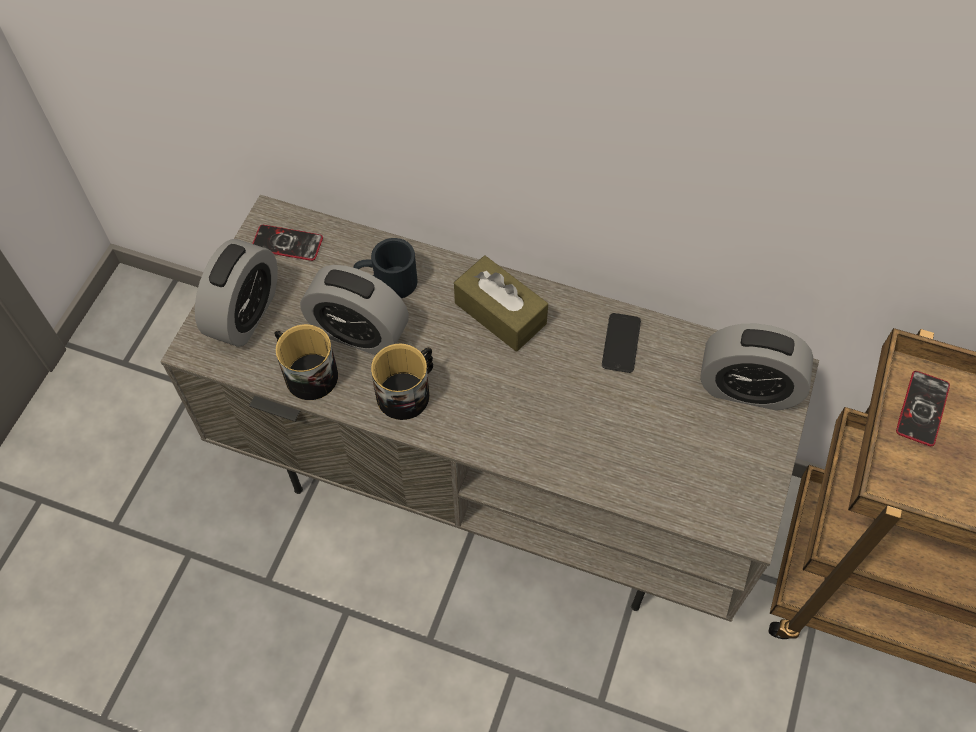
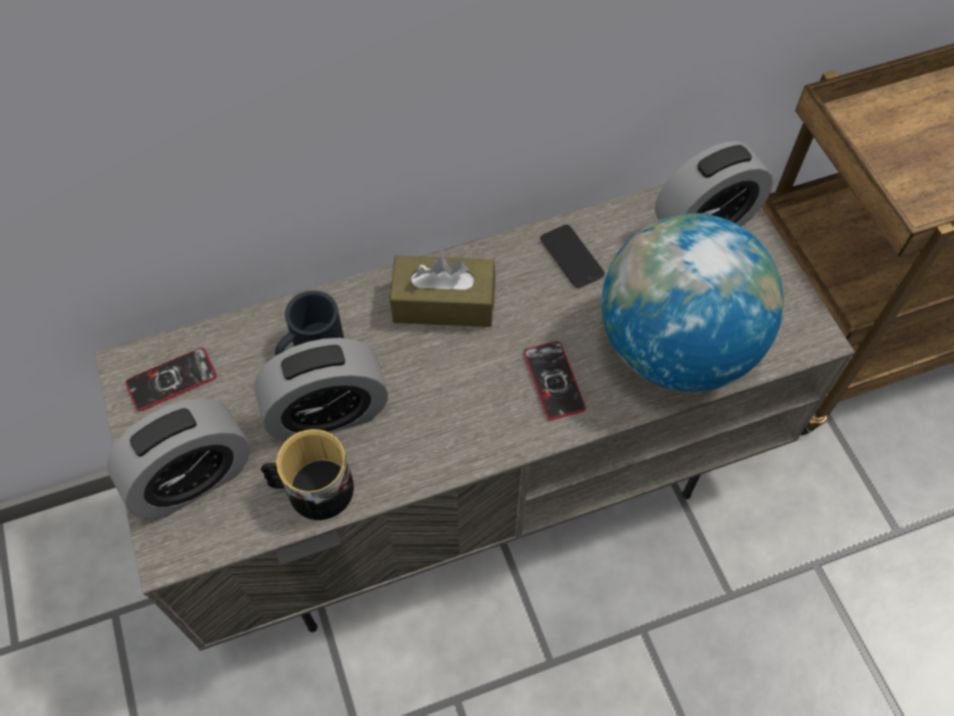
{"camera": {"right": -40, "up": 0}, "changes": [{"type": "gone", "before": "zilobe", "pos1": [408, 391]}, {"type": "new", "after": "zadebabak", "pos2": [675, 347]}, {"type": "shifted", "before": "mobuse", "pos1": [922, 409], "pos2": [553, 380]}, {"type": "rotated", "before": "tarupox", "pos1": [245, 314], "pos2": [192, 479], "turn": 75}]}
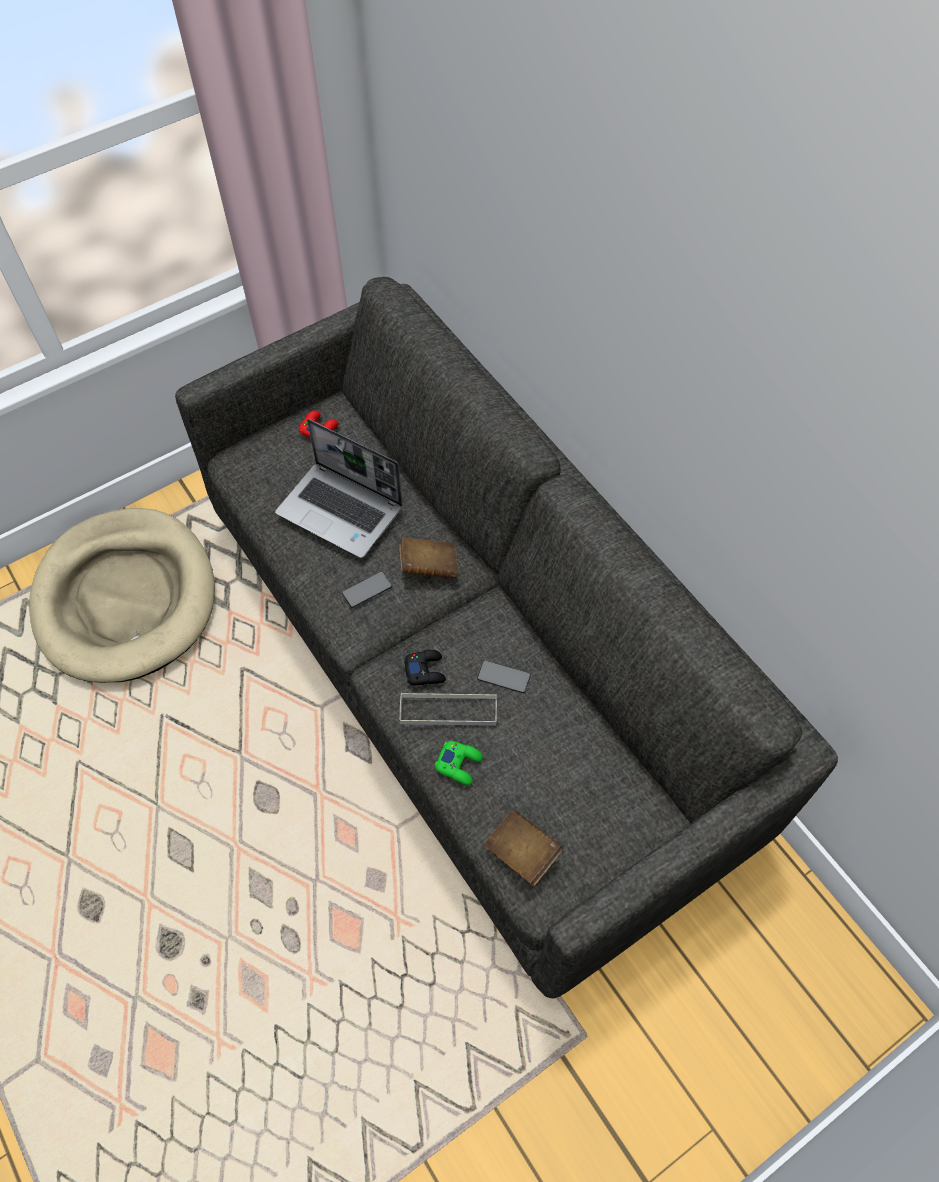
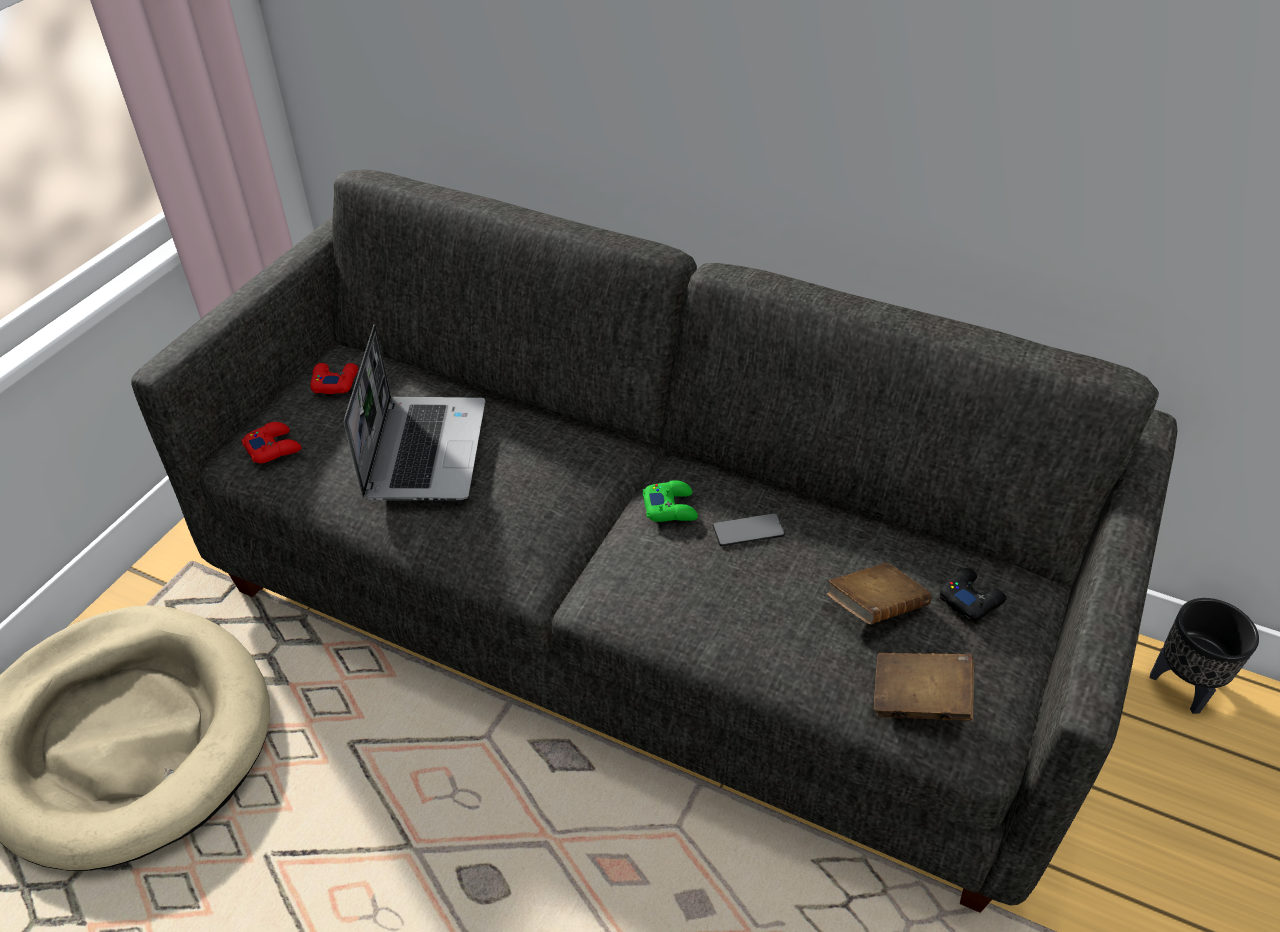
{"camera": {"right": -30, "up": -15}, "changes": [{"type": "gone", "before": "mobuse", "pos1": [367, 590]}, {"type": "gone", "before": "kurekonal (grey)", "pos1": [448, 711]}, {"type": "new", "after": "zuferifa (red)", "pos2": [273, 447]}, {"type": "new", "after": "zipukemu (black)", "pos2": [1183, 686]}, {"type": "shifted", "before": "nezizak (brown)", "pos1": [429, 566], "pos2": [875, 608]}, {"type": "shifted", "before": "zuferifa (black)", "pos1": [425, 670], "pos2": [970, 599]}, {"type": "shifted", "before": "zuferifa (green)", "pos1": [459, 764], "pos2": [670, 507]}, {"type": "rotated", "before": "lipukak", "pos1": [342, 511], "pos2": [424, 449], "turn": -90}]}
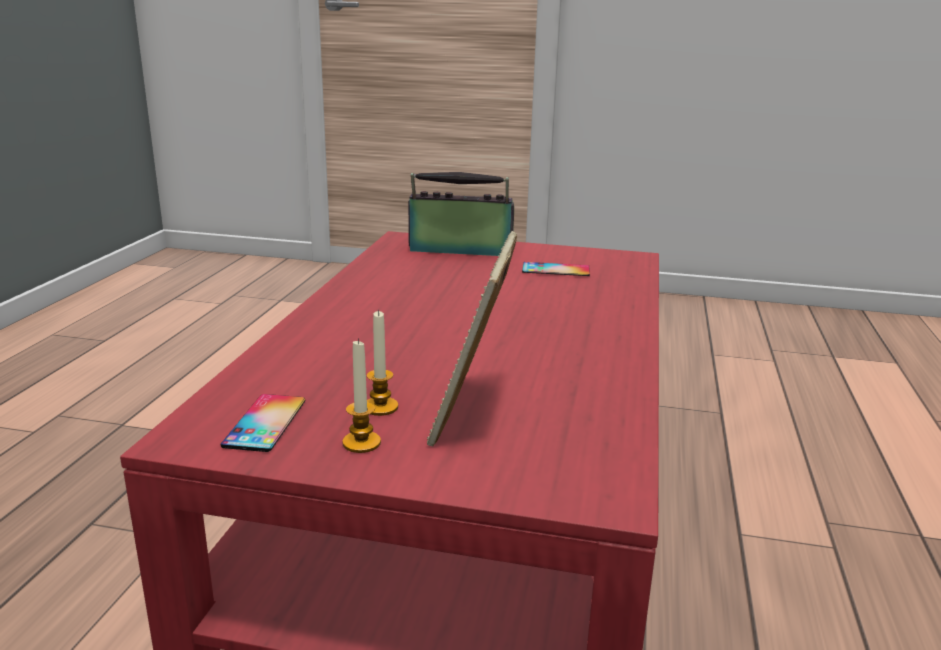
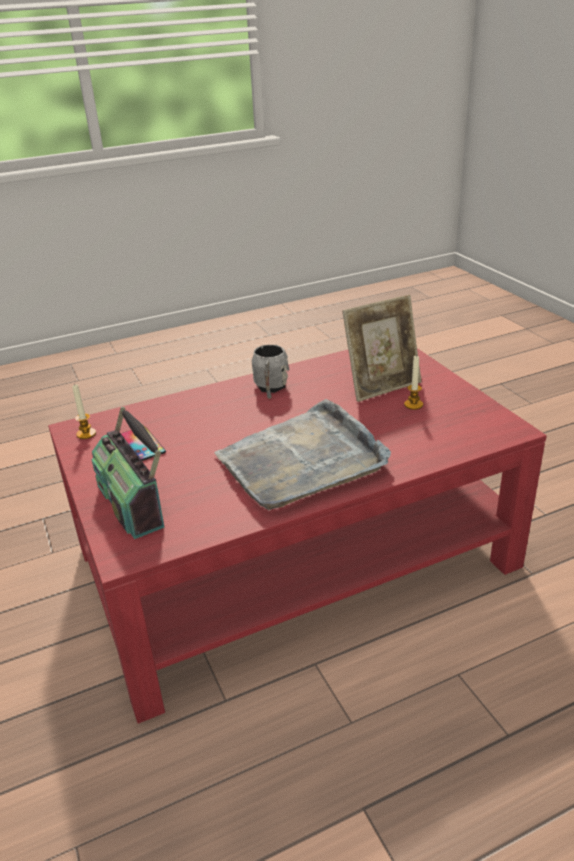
{"camera": {"right": -125, "up": 10}, "changes": [{"type": "gone", "before": "mobuse", "pos1": [265, 423]}, {"type": "new", "after": "kurekonal (grey)", "pos2": [302, 460]}, {"type": "new", "after": "zilobe (grey)", "pos2": [270, 389]}, {"type": "shifted", "before": "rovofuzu", "pos1": [361, 443], "pos2": [86, 434]}]}
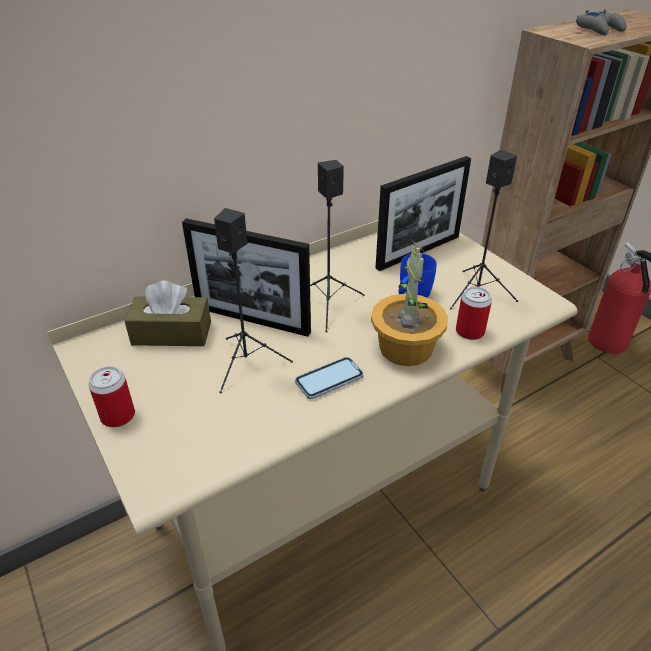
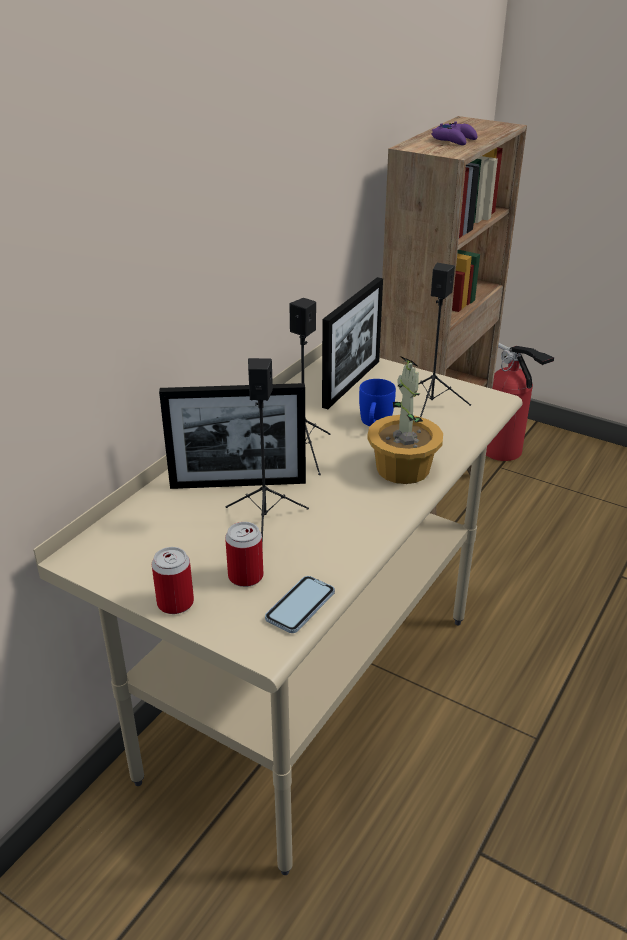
{"camera": {"right": -25, "up": -5}, "changes": [{"type": "gone", "before": "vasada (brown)", "pos1": [172, 333]}, {"type": "shifted", "before": "mobuse", "pos1": [329, 379], "pos2": [300, 606]}, {"type": "shifted", "before": "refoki", "pos1": [469, 331], "pos2": [245, 576]}, {"type": "repainted", "before": "zuferifa (grey)", "after": "zuferifa (purple)", "pos1": [599, 29], "pos2": [454, 140]}]}
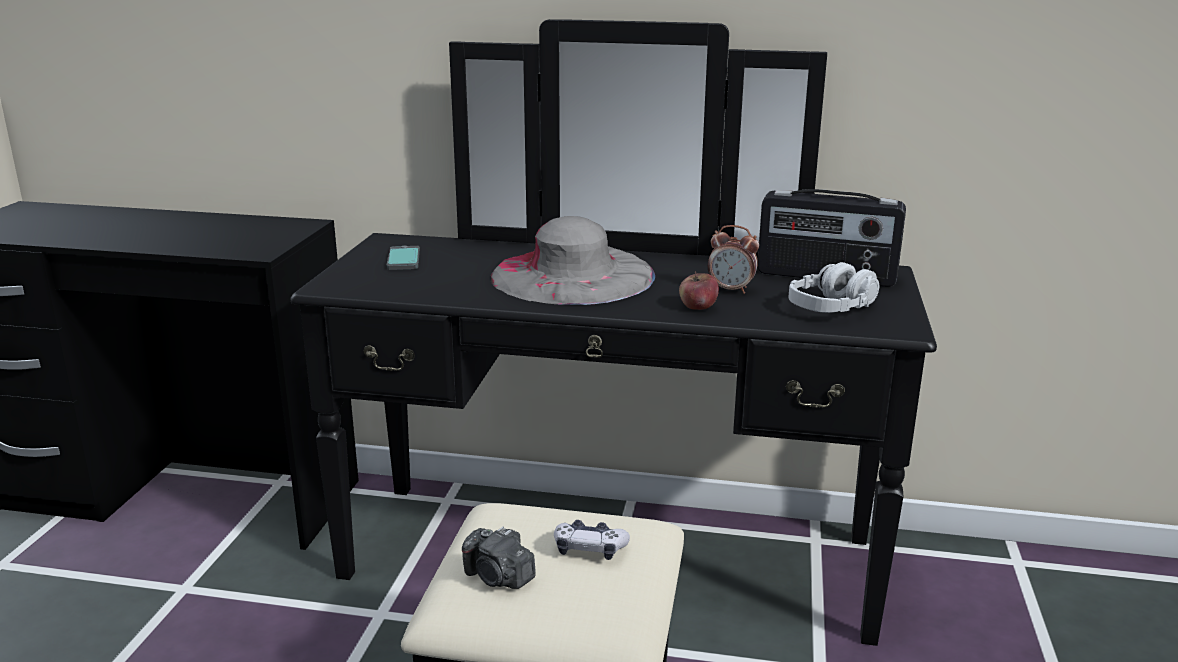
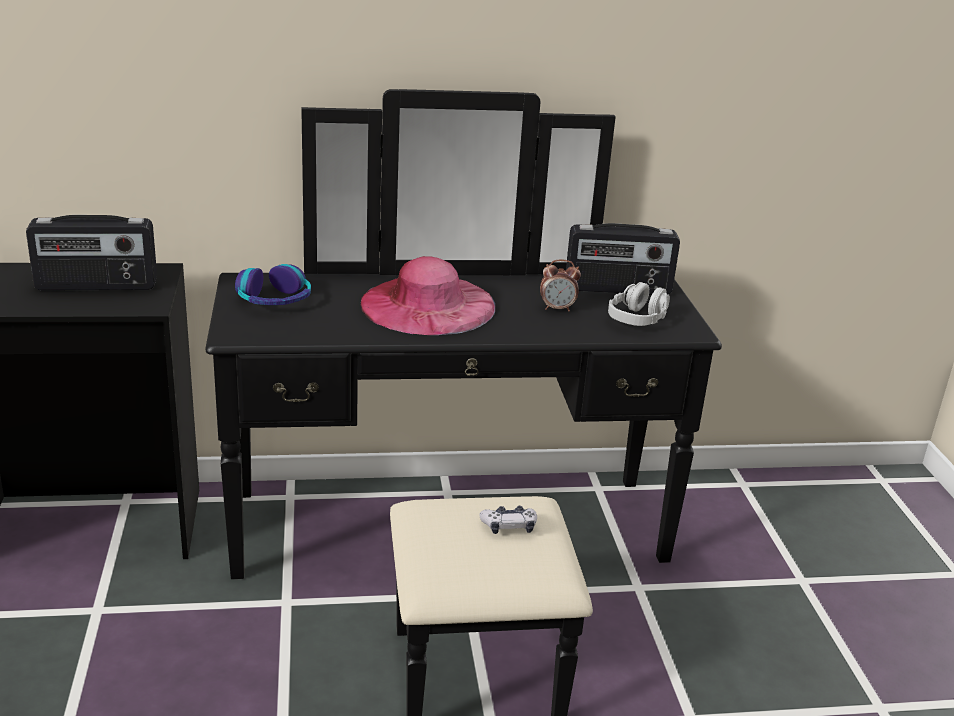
{"camera": {"right": -20, "up": 5}, "changes": [{"type": "gone", "before": "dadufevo", "pos1": [498, 577]}, {"type": "gone", "before": "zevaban", "pos1": [697, 307]}, {"type": "new", "after": "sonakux", "pos2": [96, 286]}, {"type": "swapped", "before": "mobuse", "after": "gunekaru", "pos1": [403, 259], "pos2": [274, 300]}, {"type": "repainted", "before": "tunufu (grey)", "after": "tunufu (pink)", "pos1": [572, 275], "pos2": [427, 305]}]}
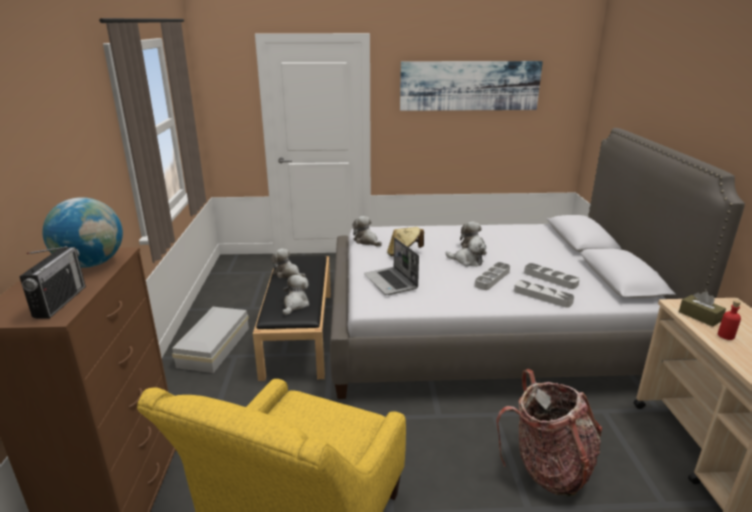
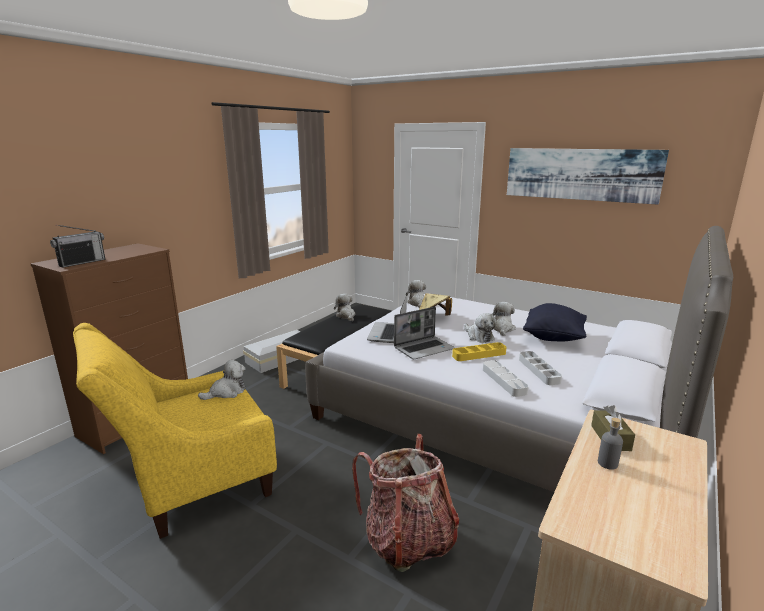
{"camera": {"right": 35, "up": -5}, "changes": [{"type": "gone", "before": "zadebabak", "pos1": [91, 264]}, {"type": "new", "after": "lipukak", "pos2": [424, 348]}, {"type": "new", "after": "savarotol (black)", "pos2": [553, 338]}, {"type": "shifted", "before": "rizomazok", "pos1": [295, 304], "pos2": [226, 392]}, {"type": "repainted", "before": "kurekonal (grey)", "after": "kurekonal (yellow)", "pos1": [492, 278], "pos2": [479, 354]}, {"type": "repainted", "before": "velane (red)", "after": "velane (grey)", "pos1": [725, 336], "pos2": [607, 463]}]}
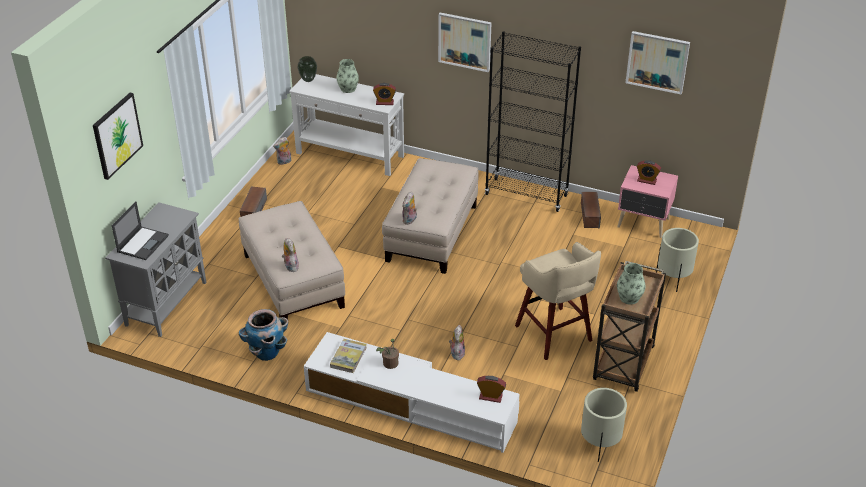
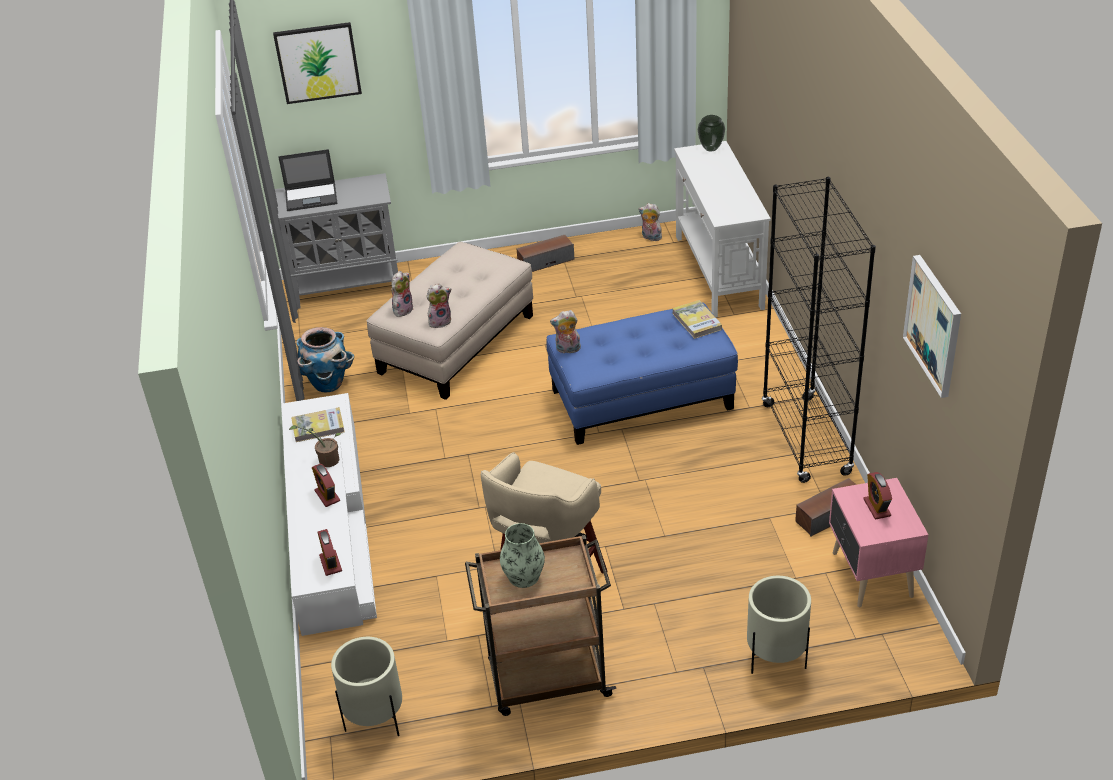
{"camera": {"right": 60, "up": 0}, "changes": [{"type": "gone", "before": "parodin", "pos1": [348, 89]}, {"type": "gone", "before": "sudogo", "pos1": [465, 41]}, {"type": "new", "after": "nezizak", "pos2": [696, 321]}, {"type": "shifted", "before": "tarupox", "pos1": [384, 102], "pos2": [327, 496]}, {"type": "shifted", "before": "rizomazok", "pos1": [456, 353], "pos2": [440, 321]}, {"type": "repainted", "before": "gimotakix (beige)", "after": "gimotakix (blue)", "pos1": [431, 232], "pos2": [641, 398]}]}
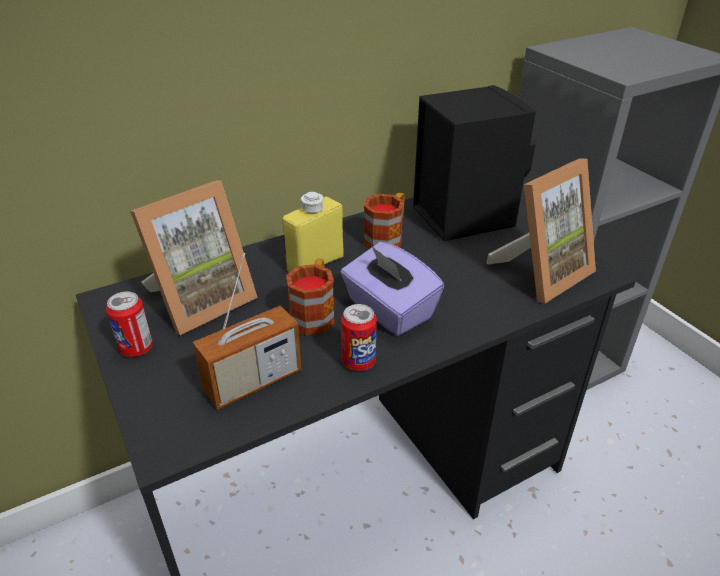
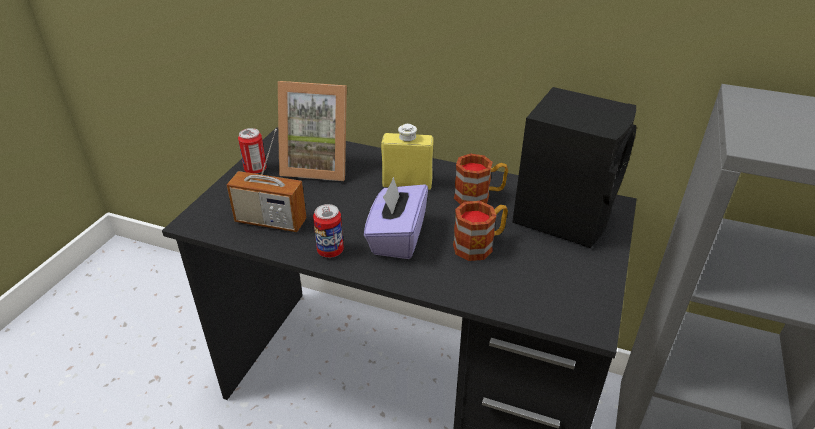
{"camera": {"right": 50, "up": 0}, "changes": [{"type": "gone", "before": "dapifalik", "pos1": [541, 273]}, {"type": "shifted", "before": "zilobe", "pos1": [314, 313], "pos2": [480, 245]}]}
